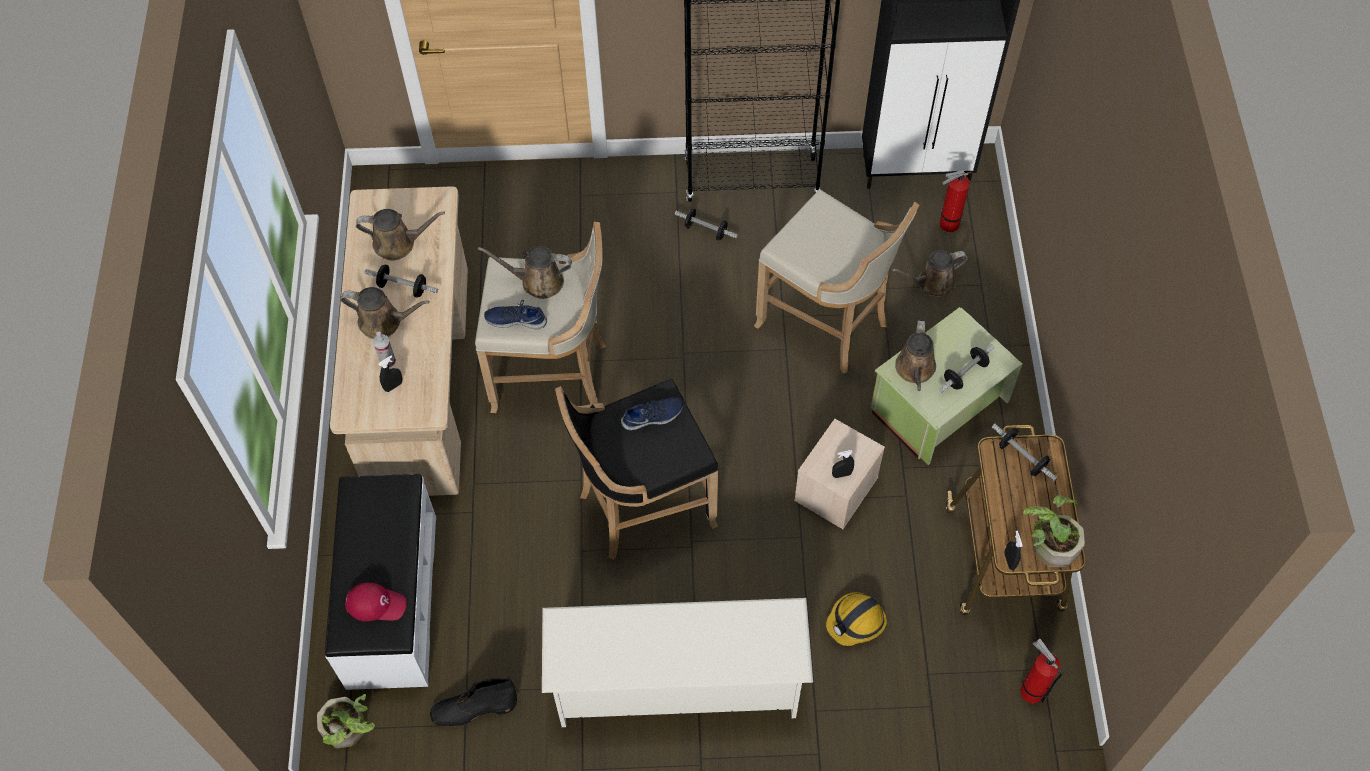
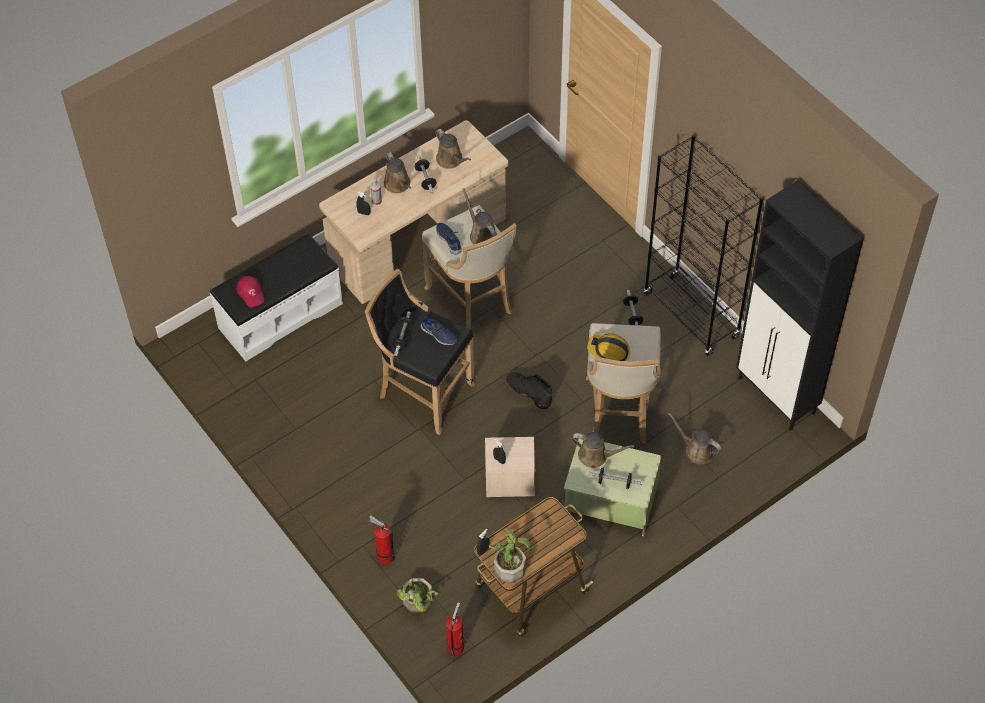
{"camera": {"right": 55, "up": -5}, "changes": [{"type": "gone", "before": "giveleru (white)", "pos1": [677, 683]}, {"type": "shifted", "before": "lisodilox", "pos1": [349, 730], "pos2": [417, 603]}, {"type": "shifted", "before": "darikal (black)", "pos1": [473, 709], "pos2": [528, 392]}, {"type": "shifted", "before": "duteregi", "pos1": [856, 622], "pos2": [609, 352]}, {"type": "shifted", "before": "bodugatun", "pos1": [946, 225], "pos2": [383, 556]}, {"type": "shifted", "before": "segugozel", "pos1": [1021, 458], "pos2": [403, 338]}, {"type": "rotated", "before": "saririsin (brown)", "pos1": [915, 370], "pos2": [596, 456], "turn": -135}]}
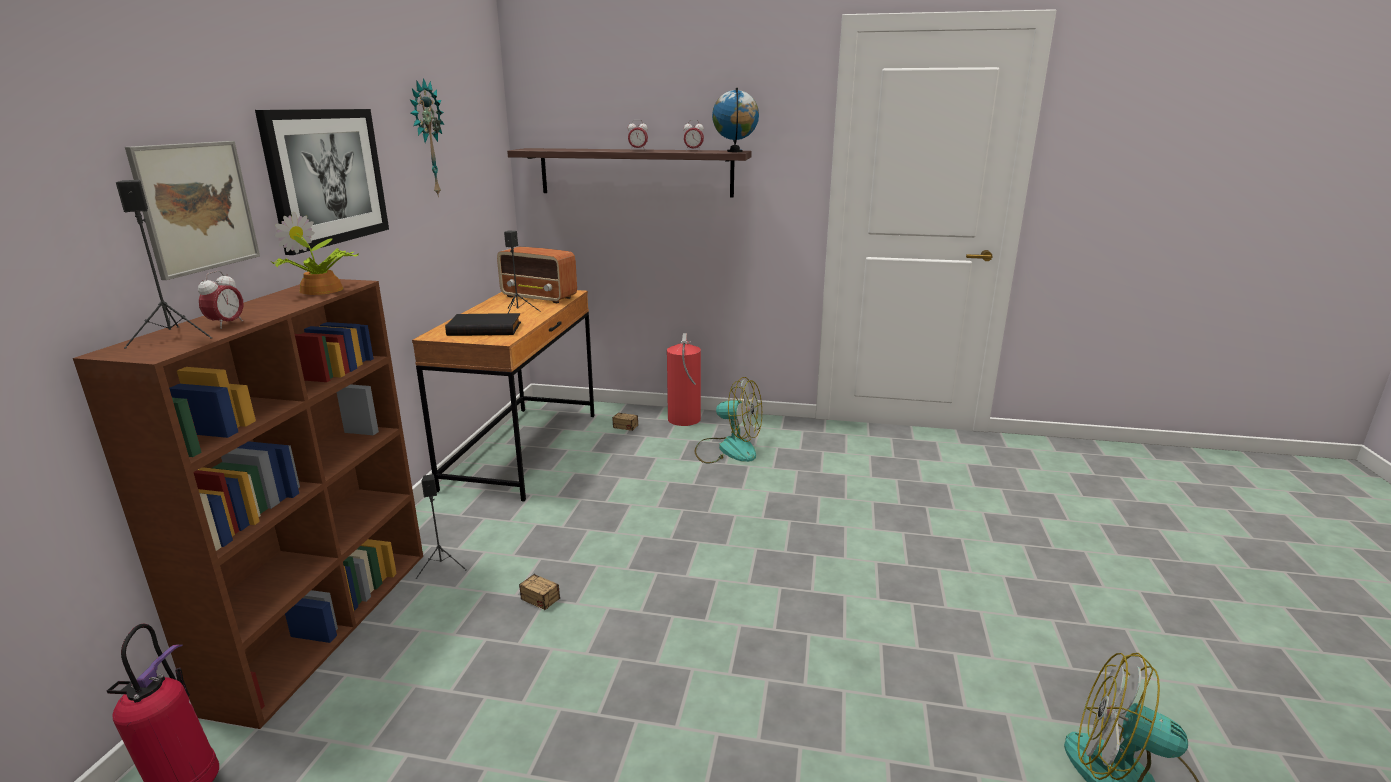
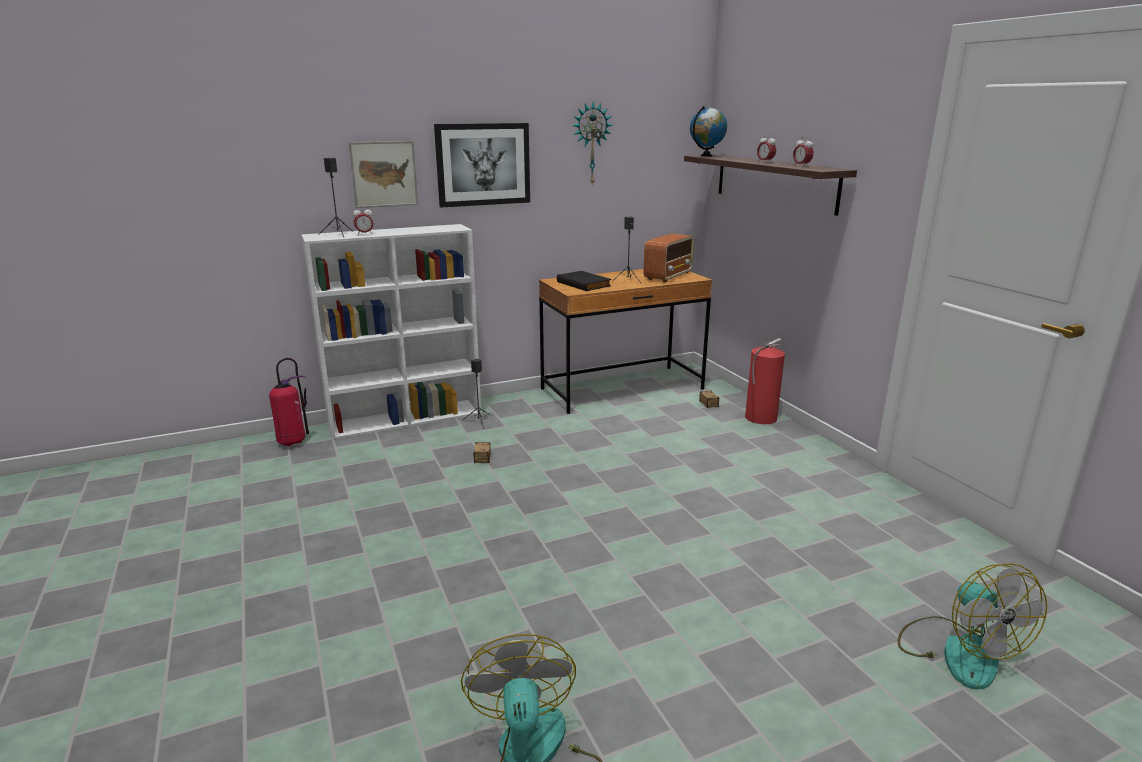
{"camera": {"right": 55, "up": 0}, "changes": [{"type": "gone", "before": "lisodilox", "pos1": [321, 290]}, {"type": "shifted", "before": "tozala", "pos1": [728, 449], "pos2": [958, 651]}, {"type": "shifted", "before": "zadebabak", "pos1": [735, 151], "pos2": [706, 156]}, {"type": "repainted", "before": "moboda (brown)", "after": "moboda (white)", "pos1": [326, 622], "pos2": [407, 418]}, {"type": "rotated", "before": "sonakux", "pos1": [539, 297], "pos2": [668, 276], "turn": -135}]}
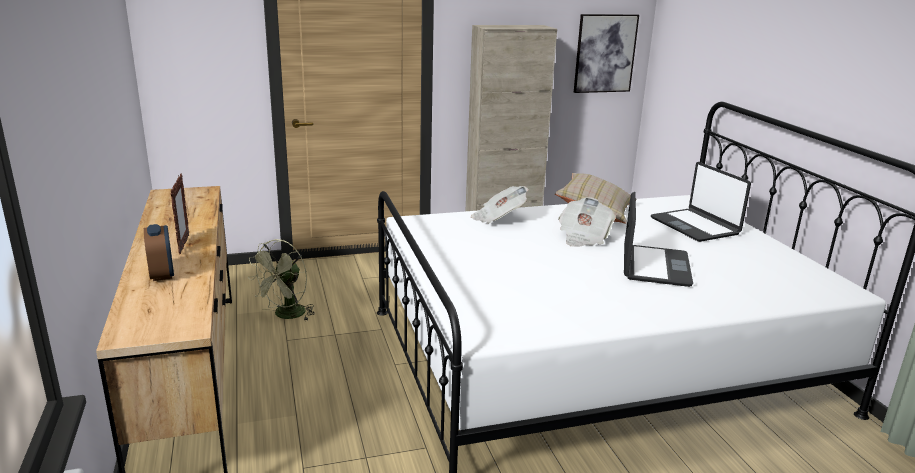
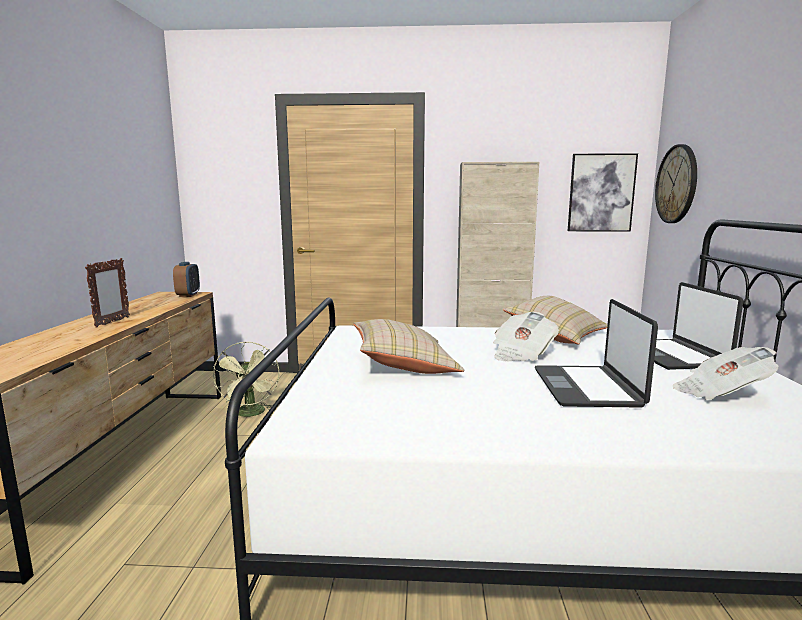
{"camera": {"right": 20, "up": -10}, "changes": [{"type": "new", "after": "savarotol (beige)", "pos2": [403, 366]}, {"type": "new", "after": "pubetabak", "pos2": [676, 184]}, {"type": "shifted", "before": "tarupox", "pos1": [162, 274], "pos2": [188, 295]}, {"type": "shifted", "before": "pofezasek", "pos1": [498, 218], "pos2": [720, 393]}, {"type": "rotated", "before": "tozala (green)", "pos1": [286, 315], "pos2": [251, 414], "turn": -60}, {"type": "rotated", "before": "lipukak", "pos1": [654, 266], "pos2": [588, 388], "turn": 150}]}
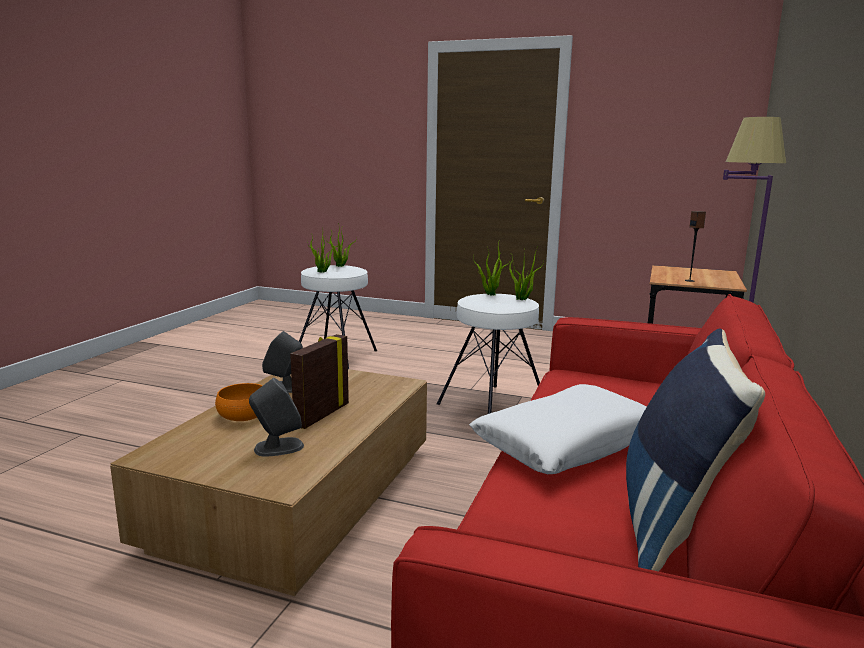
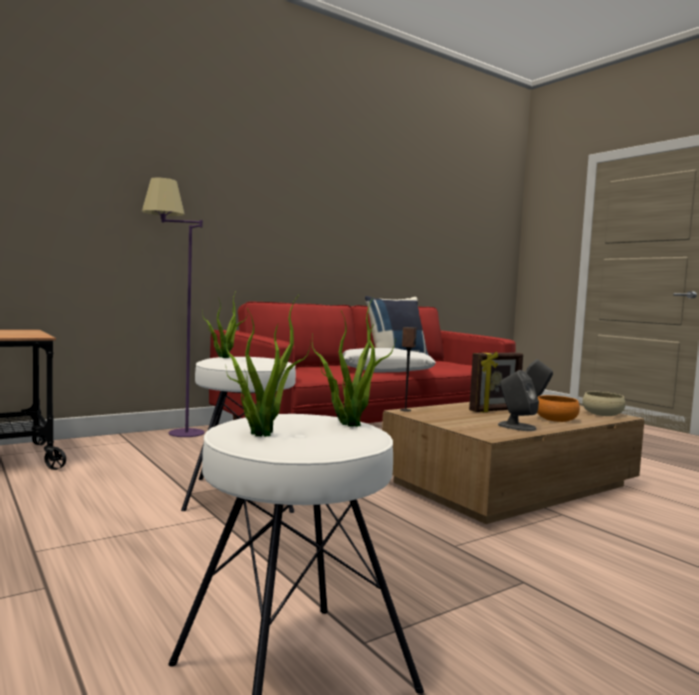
{"camera": {"right": -145, "up": -10}, "changes": [{"type": "gone", "before": "lisodilox", "pos1": [490, 294]}, {"type": "new", "after": "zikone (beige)", "pos2": [602, 414]}, {"type": "shifted", "before": "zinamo", "pos1": [690, 281], "pos2": [405, 410]}]}
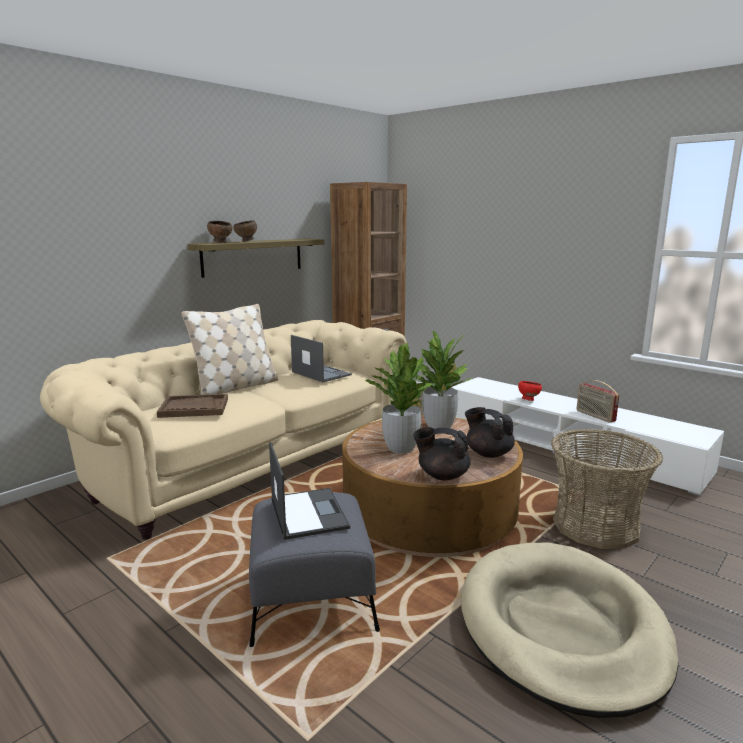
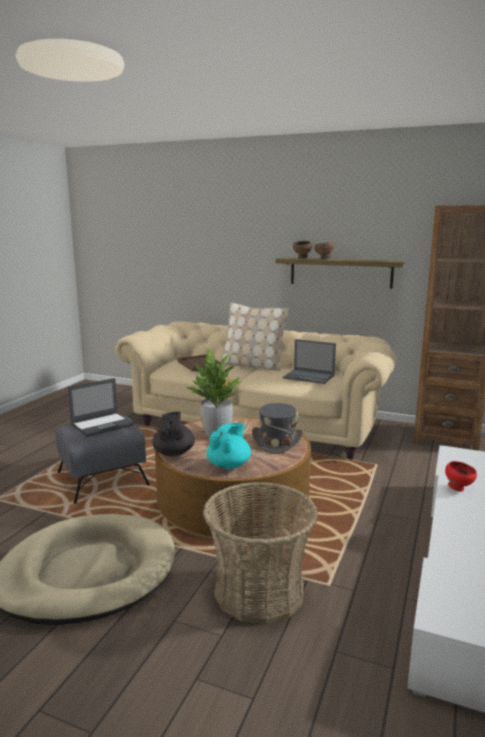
{"camera": {"right": 70, "up": 0}, "changes": [{"type": "gone", "before": "sonakux", "pos1": [595, 416]}, {"type": "swapped", "before": "lisodilox", "after": "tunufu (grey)", "pos1": [439, 426], "pos2": [277, 442]}, {"type": "repainted", "before": "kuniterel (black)", "after": "kuniterel (turquoise)", "pos1": [488, 453], "pos2": [229, 465]}, {"type": "rotated", "before": "lipukak", "pos1": [320, 373], "pos2": [309, 377], "turn": 90}]}
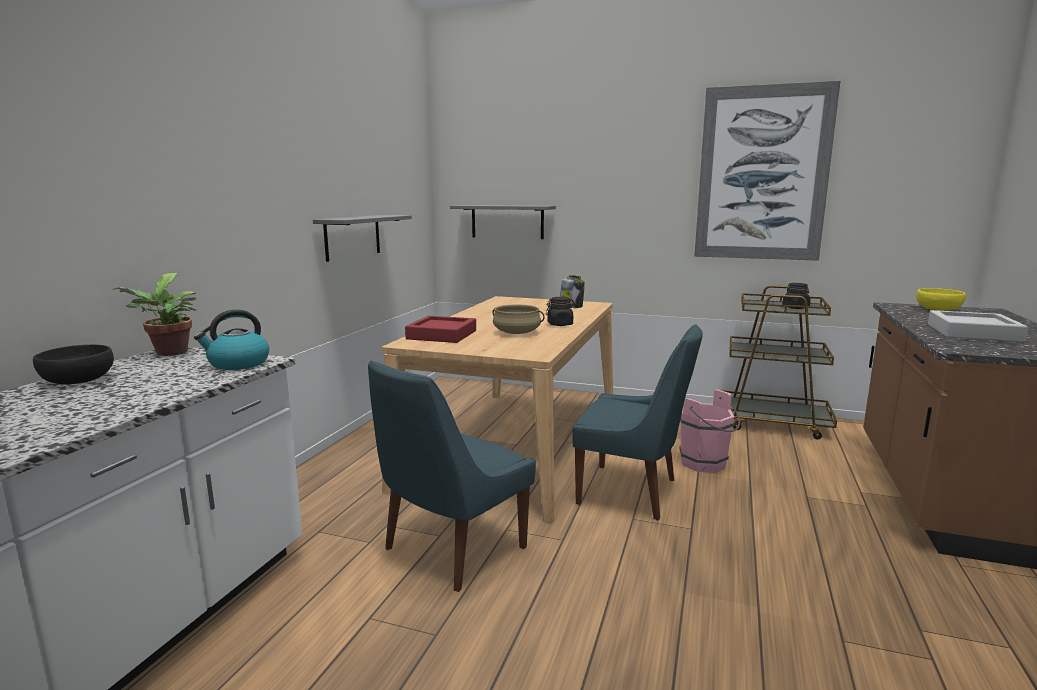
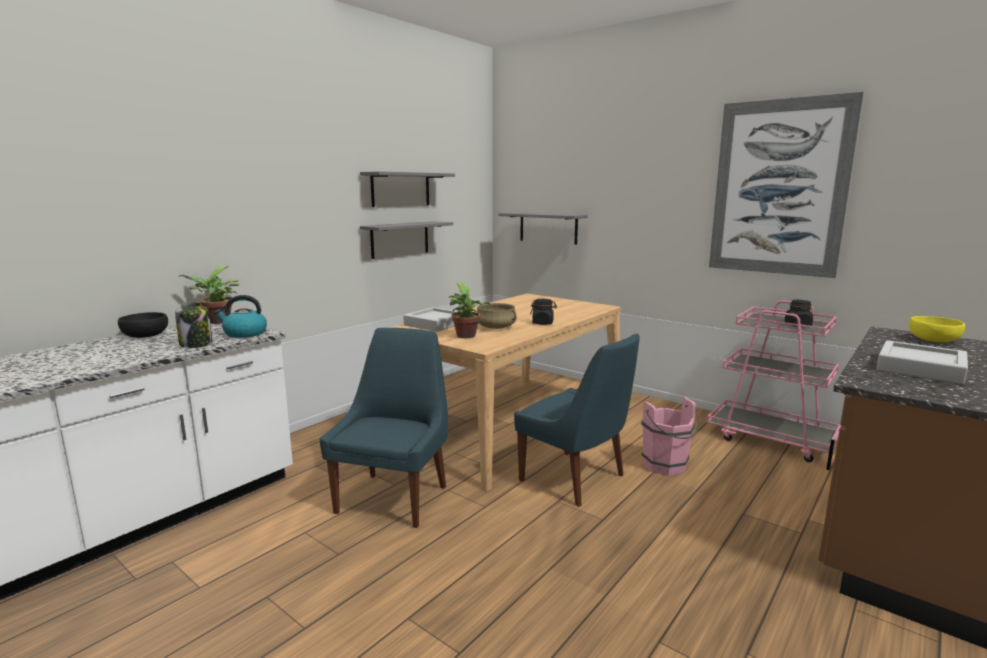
{"camera": {"right": 20, "up": 0}, "changes": [{"type": "new", "after": "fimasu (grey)", "pos2": [400, 189]}, {"type": "new", "after": "lisodilox", "pos2": [467, 336]}, {"type": "shifted", "before": "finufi", "pos1": [571, 306], "pos2": [196, 344]}, {"type": "repainted", "before": "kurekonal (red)", "after": "kurekonal (grey)", "pos1": [442, 335], "pos2": [435, 324]}, {"type": "repainted", "before": "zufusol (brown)", "after": "zufusol (pink)", "pos1": [770, 423], "pos2": [771, 439]}, {"type": "rotated", "before": "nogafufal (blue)", "pos1": [451, 550], "pos2": [394, 497], "turn": 135}]}
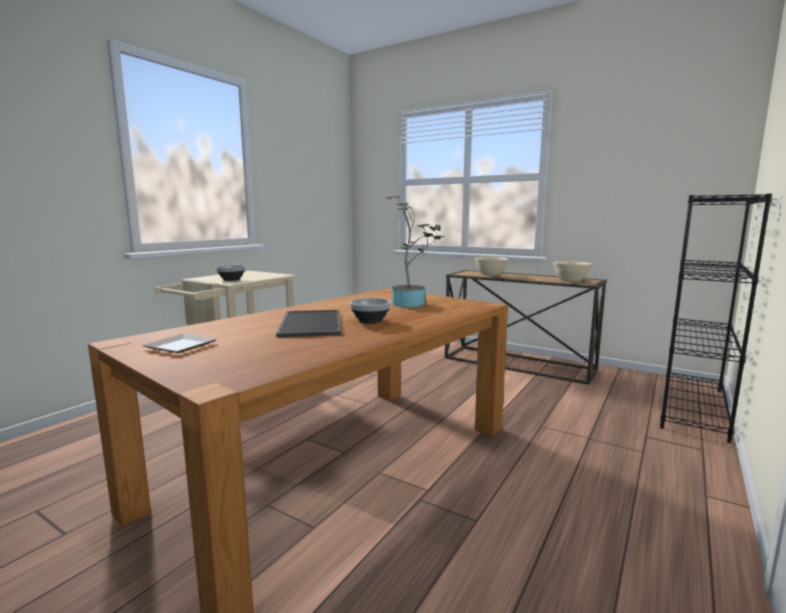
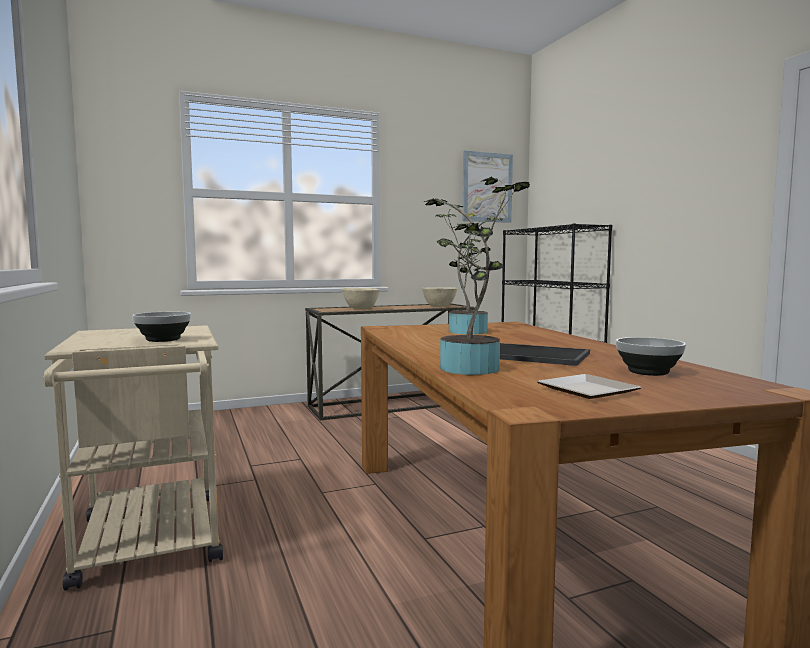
{"camera": {"right": -55, "up": -5}, "changes": [{"type": "new", "after": "lisodilox", "pos2": [470, 370]}, {"type": "new", "after": "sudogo", "pos2": [487, 187]}, {"type": "shifted", "before": "zikone", "pos1": [370, 321], "pos2": [647, 372]}]}
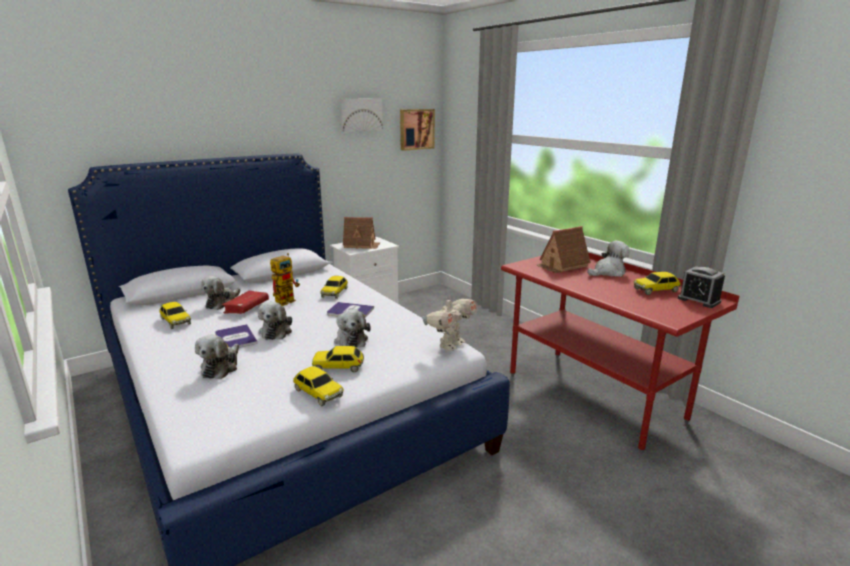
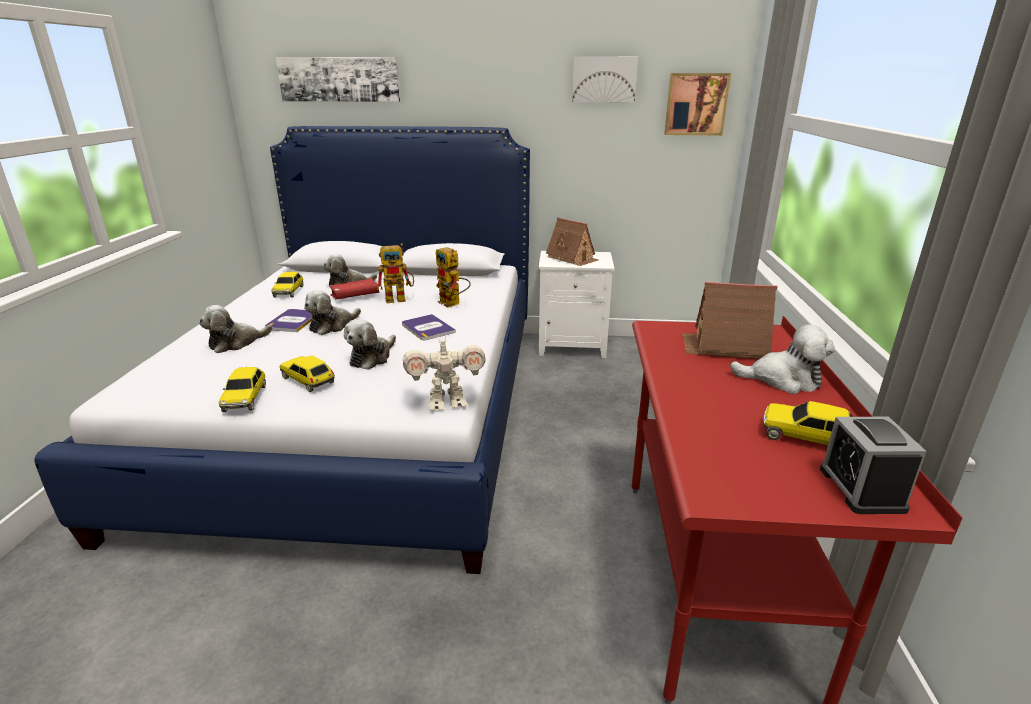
{"camera": {"right": 40, "up": 5}, "changes": [{"type": "new", "after": "sudogo", "pos2": [339, 79]}, {"type": "swapped", "before": "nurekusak", "after": "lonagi", "pos1": [335, 292], "pos2": [453, 304]}]}
